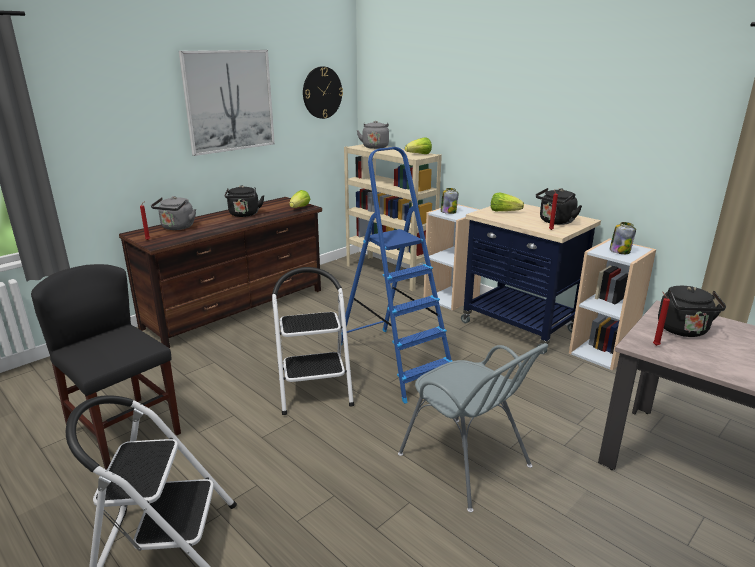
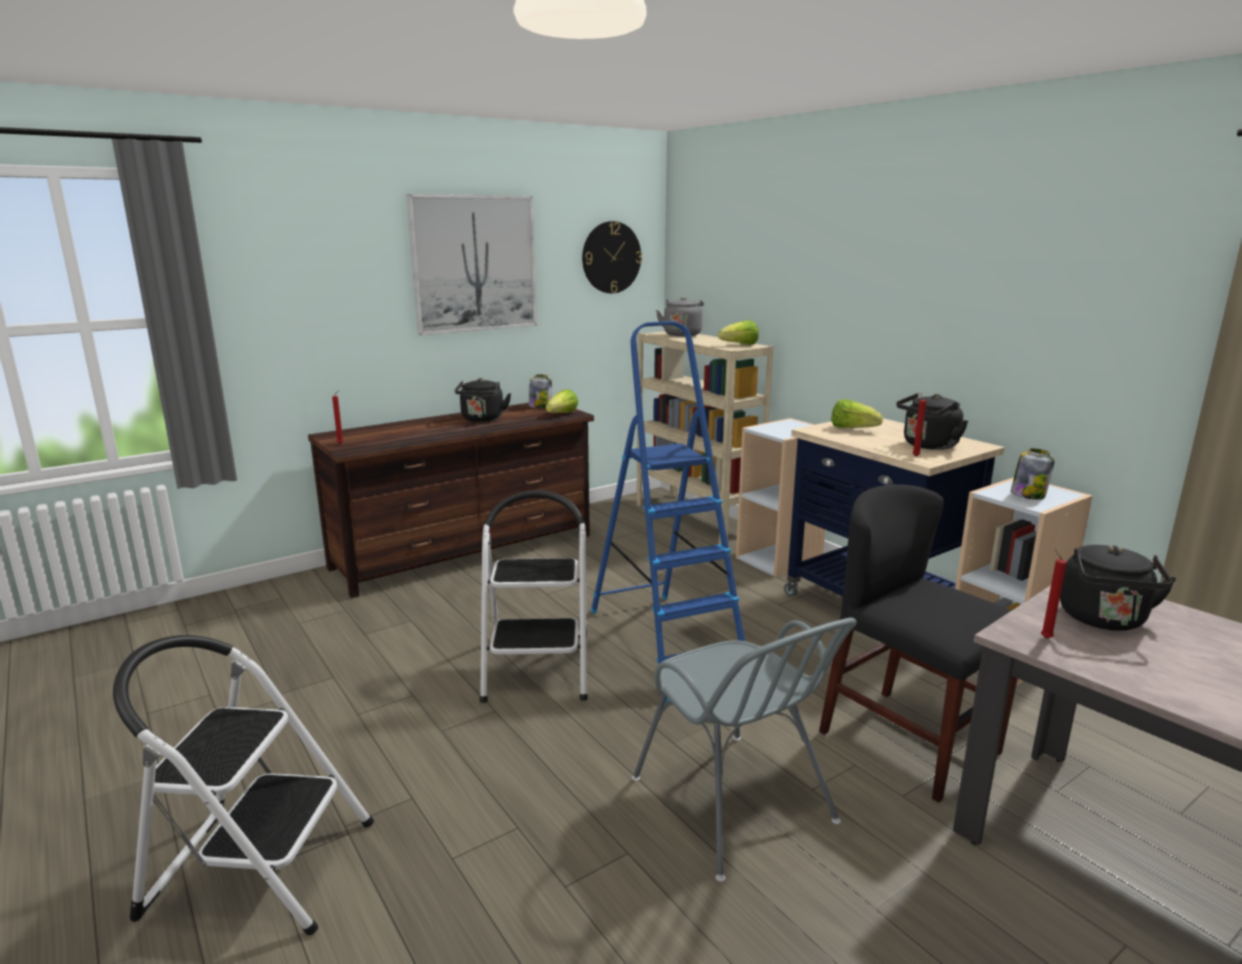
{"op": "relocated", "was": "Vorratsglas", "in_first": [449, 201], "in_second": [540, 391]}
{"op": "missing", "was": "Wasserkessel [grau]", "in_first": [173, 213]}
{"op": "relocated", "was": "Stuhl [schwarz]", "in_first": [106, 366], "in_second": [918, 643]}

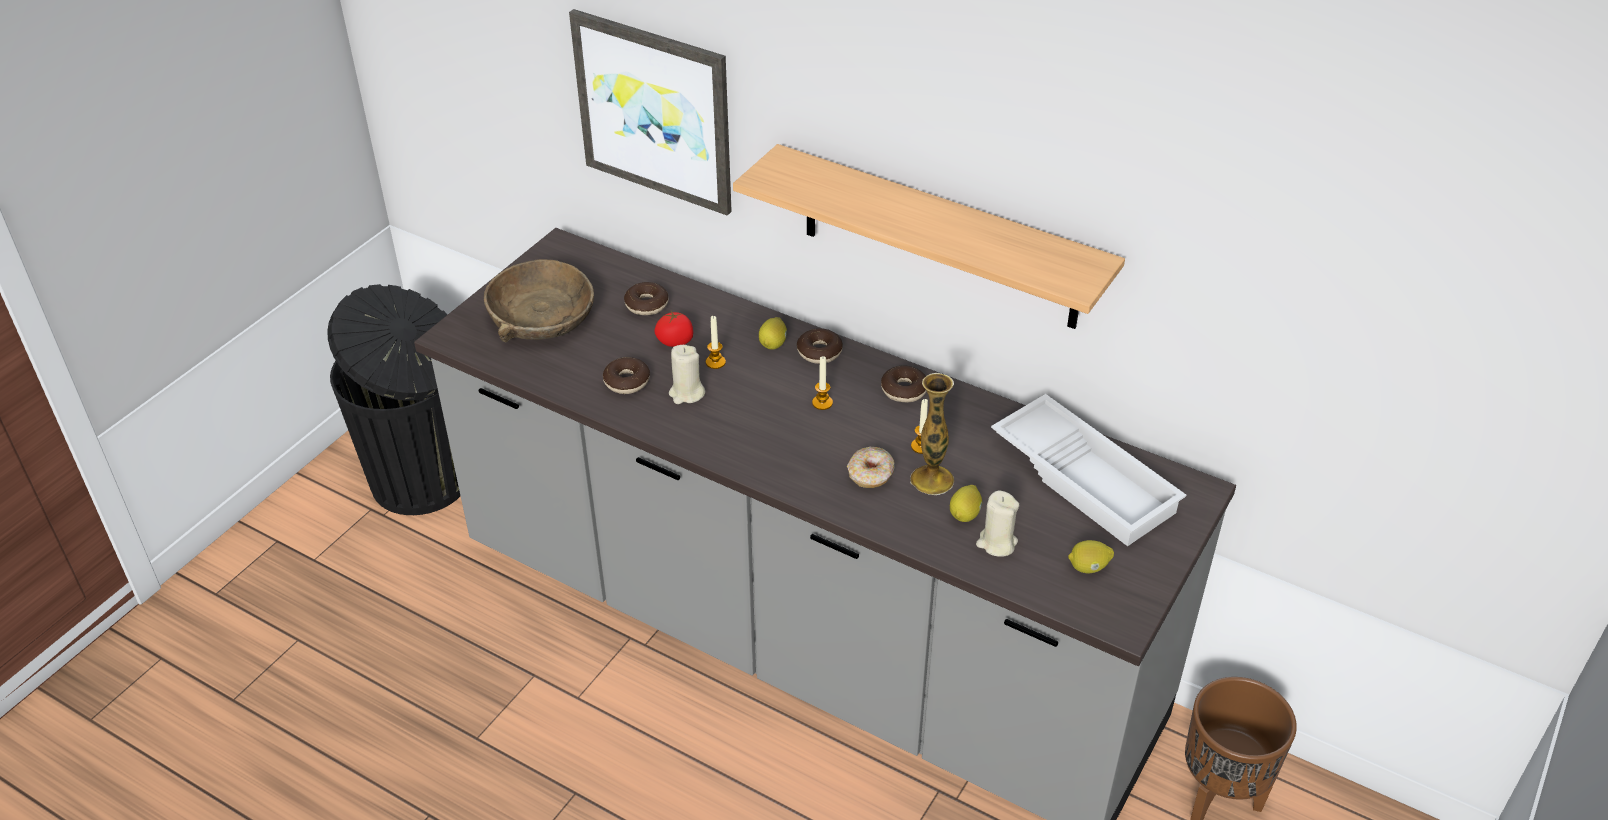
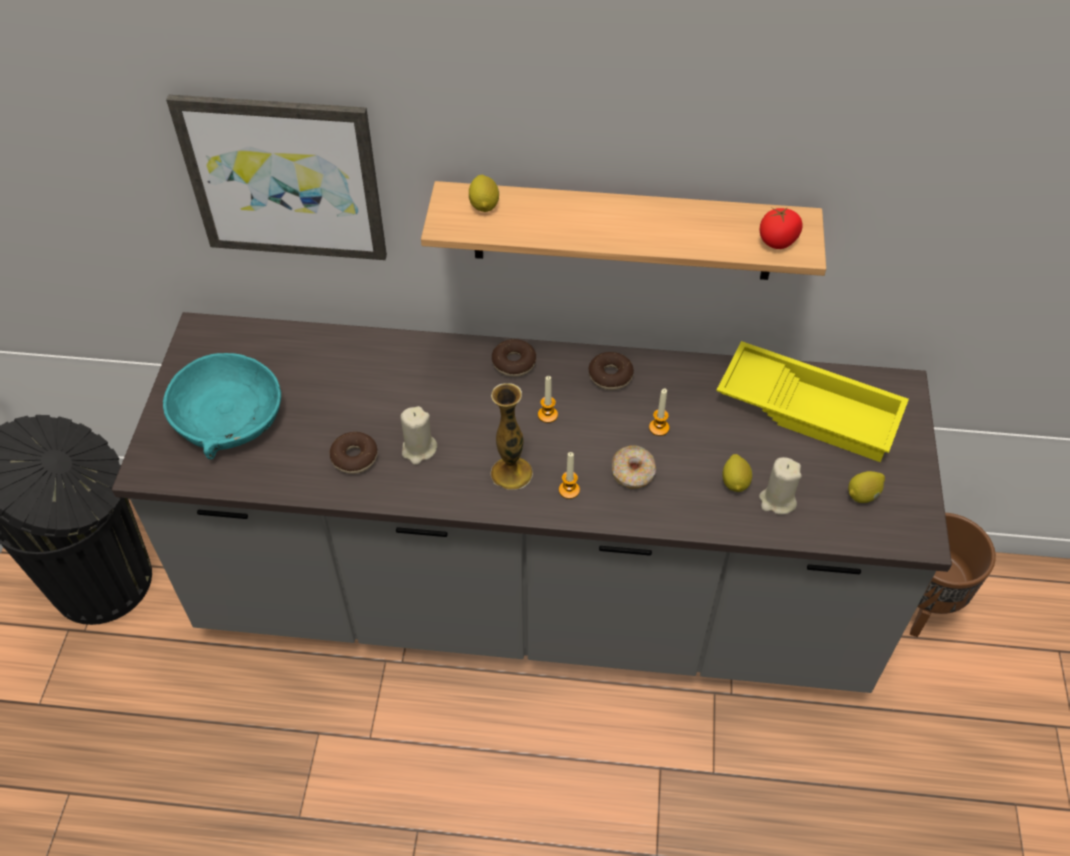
{"op": "colour", "was": "Schüssel [braun]", "now": "Schüssel [türkis]", "in_first": [539, 300], "in_second": [222, 406]}
{"op": "missing", "was": "Donut", "in_first": [646, 298]}
{"op": "relocated", "was": "Tomate", "in_first": [674, 329], "in_second": [781, 228]}
{"op": "relocated", "was": "Kerze", "in_first": [716, 342], "in_second": [569, 475]}
{"op": "relocated", "was": "Zitrone", "in_first": [773, 333], "in_second": [484, 193]}
{"op": "relocated", "was": "Vase", "in_first": [932, 434], "in_second": [512, 436]}
{"op": "colour", "was": "Tablett [weiß]", "now": "Tablett [gelb]", "in_first": [1088, 470], "in_second": [812, 401]}

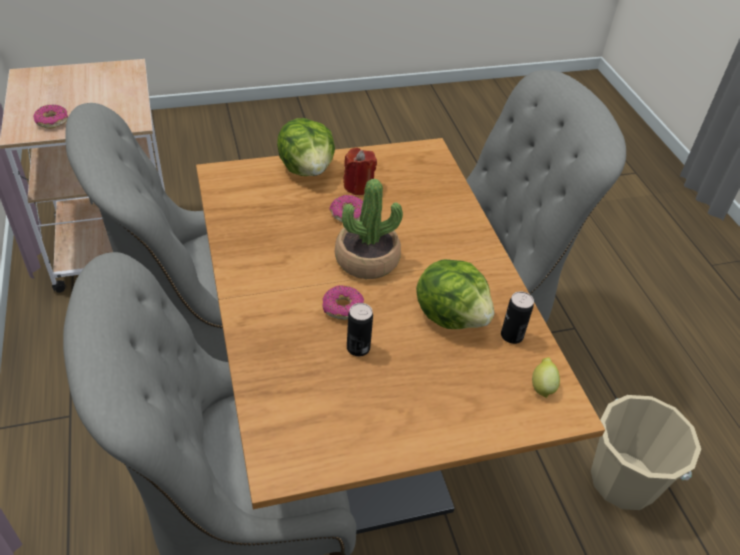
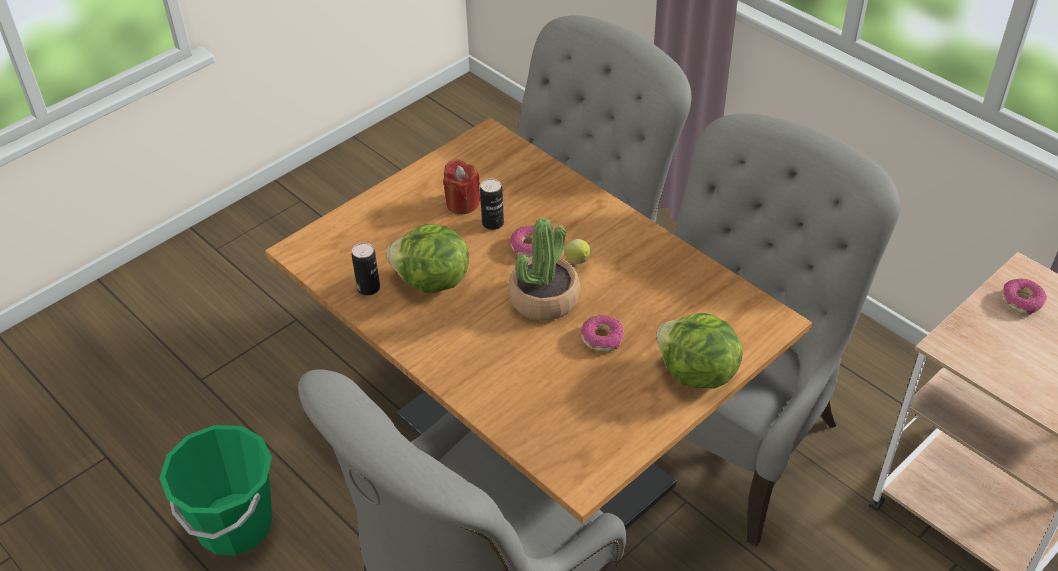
{"op": "relocated", "was": "Kerze [rot]", "in_first": [360, 171], "in_second": [462, 186]}
{"op": "relocated", "was": "Zitrone", "in_first": [546, 377], "in_second": [578, 251]}
{"op": "colour", "was": "Eimer [beige]", "now": "Eimer [grün]", "in_first": [646, 452], "in_second": [215, 490]}

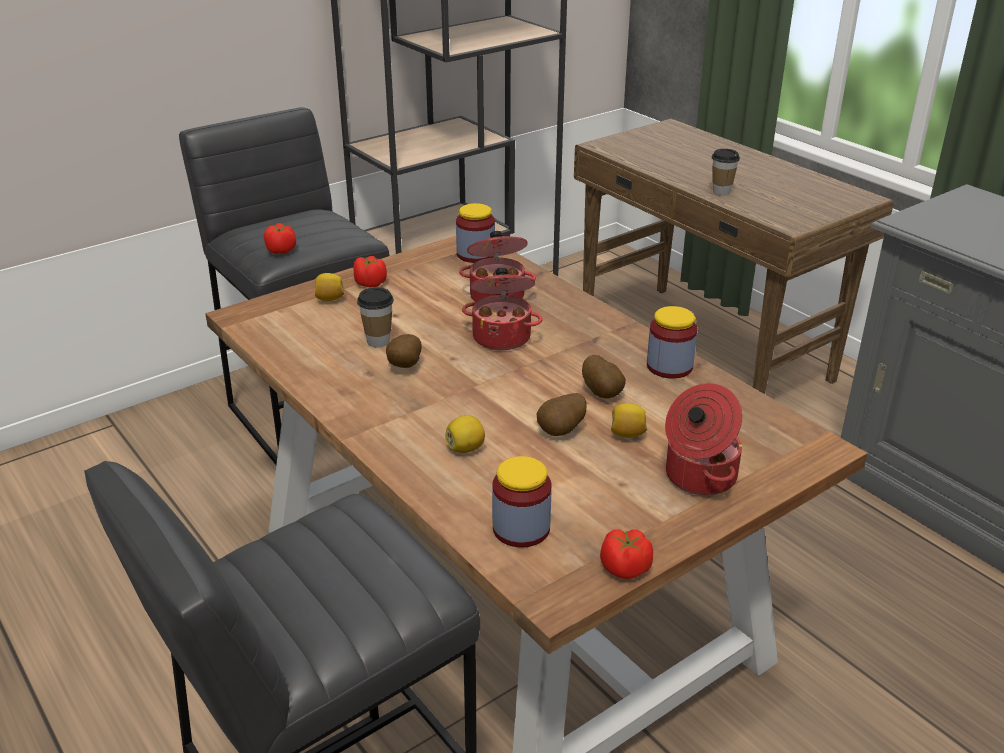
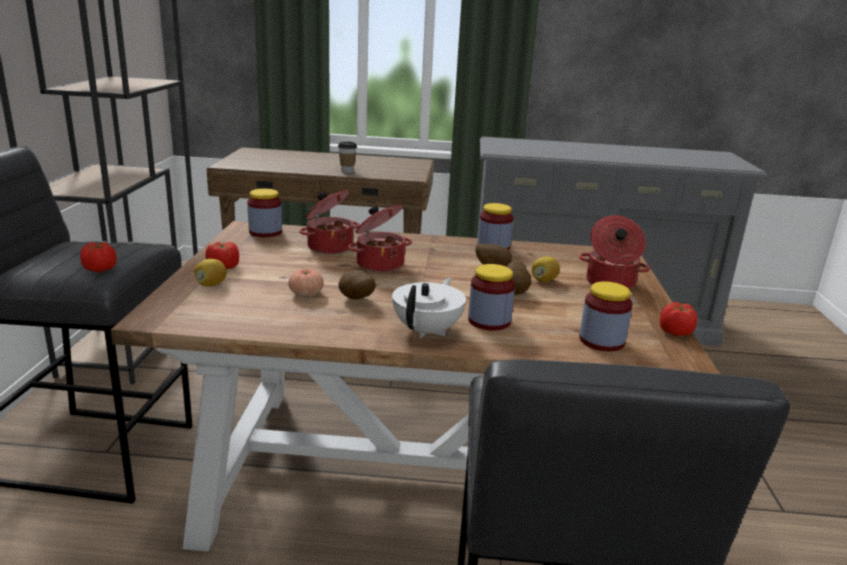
{"op": "exchanged", "was": "Tasse", "now": "Tomate", "in_first": [375, 317], "in_second": [306, 283]}
{"op": "exchanged", "was": "Zitrone", "now": "Vorratsglas", "in_first": [465, 434], "in_second": [491, 297]}
{"op": "appeared", "now": "Teekanne [weiß]", "in_second": [429, 307]}

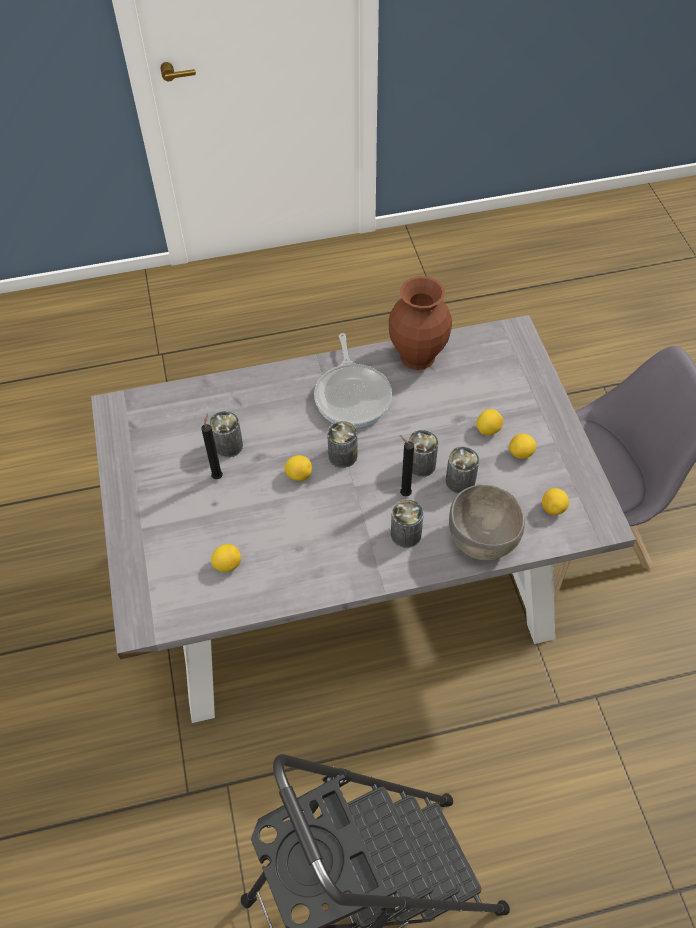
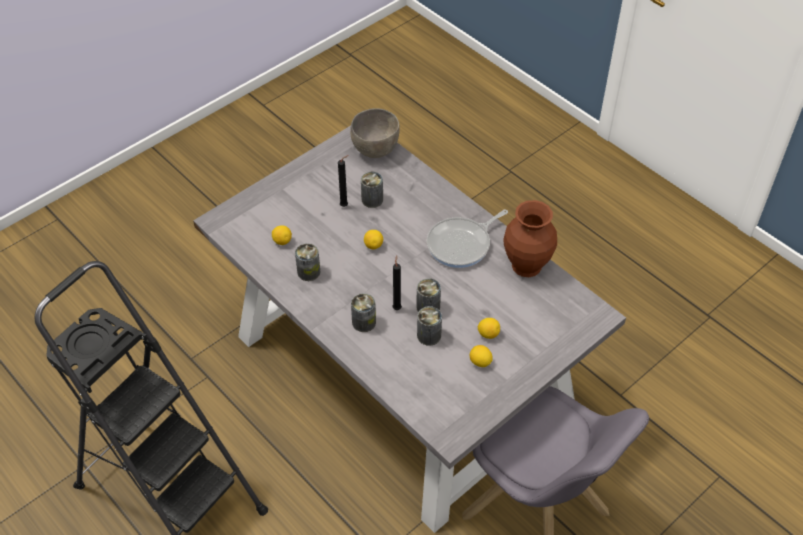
{"op": "relocated", "was": "Dose", "in_first": [342, 444], "in_second": [307, 262]}
{"op": "relocated", "was": "Schüssel [grau]", "in_first": [487, 522], "in_second": [375, 133]}
{"op": "missing", "was": "Zitrone", "in_first": [555, 501]}

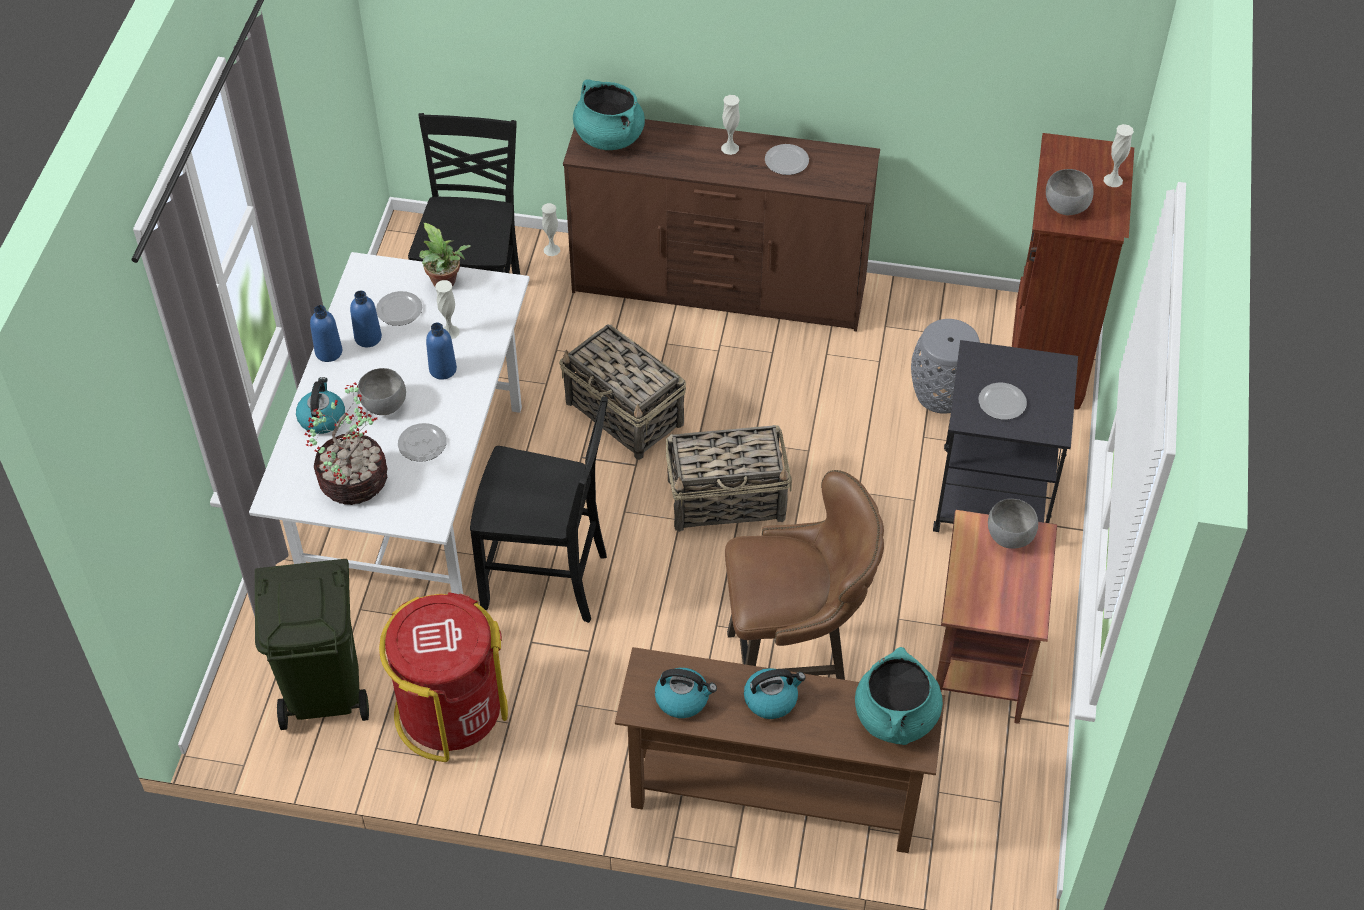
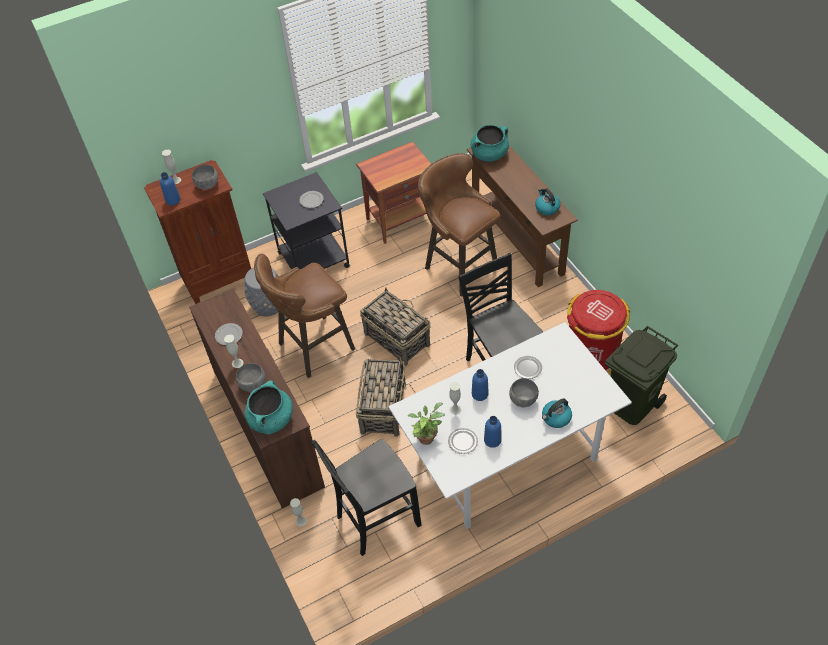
{"op": "relocated", "was": "Flasche [blau]", "in_first": [326, 333], "in_second": [170, 188]}
{"op": "missing", "was": "Topfpflanze", "in_first": [346, 443]}
{"op": "relocated", "was": "Schüssel [grau]", "in_first": [1013, 524], "in_second": [250, 377]}
{"op": "missing", "was": "Wasserkessel", "in_first": [775, 693]}
{"op": "appeared", "now": "Hocker [braun]", "in_second": [304, 316]}

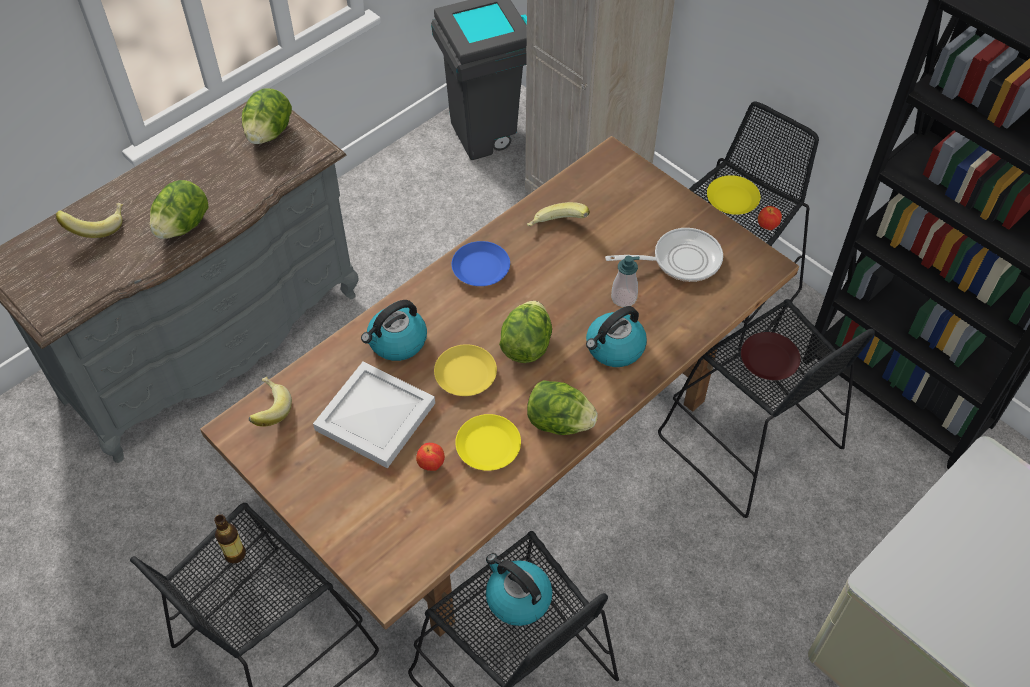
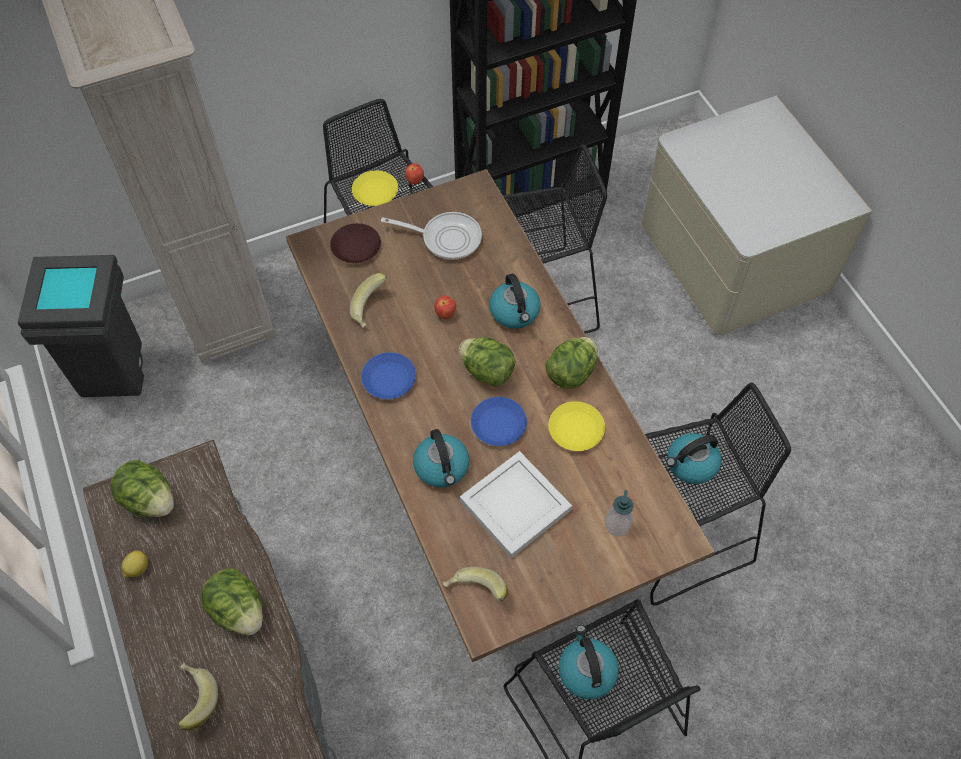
{"op": "spun", "was": "Pfanne", "in_first": [664, 255], "in_second": [431, 236], "clockwise": 90}
{"op": "relocated", "was": "Seifenspender", "in_first": [625, 281], "in_second": [619, 513]}
{"op": "relocated", "was": "Teller [braun]", "in_first": [771, 356], "in_second": [355, 243]}
{"op": "colour", "was": "Teller [gelb]", "now": "Teller [blau]", "in_first": [465, 370], "in_second": [499, 421]}
{"op": "relocated", "was": "Apfel", "in_first": [430, 457], "in_second": [445, 307]}
{"op": "exchanged", "was": "Flasche", "now": "Wasserkessel", "in_first": [230, 539], "in_second": [588, 662]}
{"op": "appeared", "now": "Zitrone", "in_second": [134, 564]}

